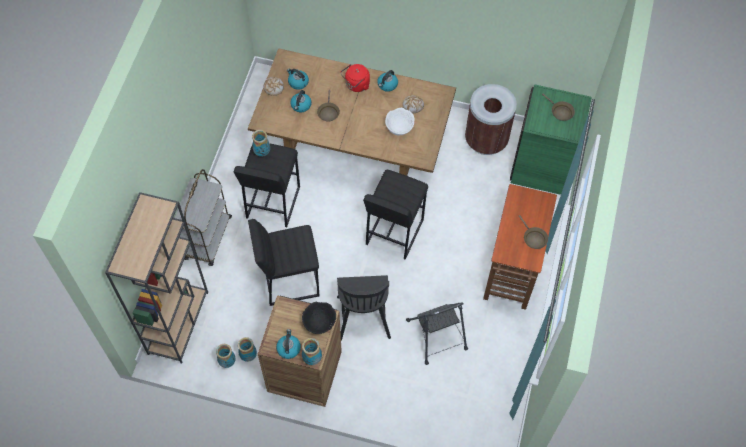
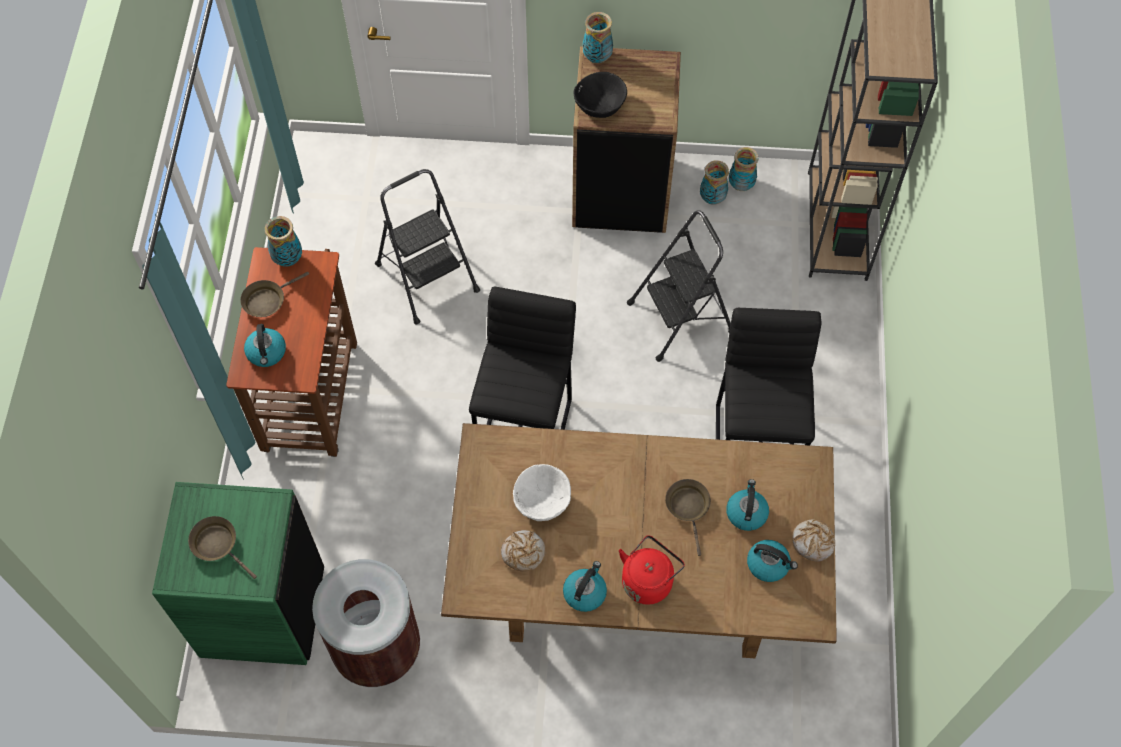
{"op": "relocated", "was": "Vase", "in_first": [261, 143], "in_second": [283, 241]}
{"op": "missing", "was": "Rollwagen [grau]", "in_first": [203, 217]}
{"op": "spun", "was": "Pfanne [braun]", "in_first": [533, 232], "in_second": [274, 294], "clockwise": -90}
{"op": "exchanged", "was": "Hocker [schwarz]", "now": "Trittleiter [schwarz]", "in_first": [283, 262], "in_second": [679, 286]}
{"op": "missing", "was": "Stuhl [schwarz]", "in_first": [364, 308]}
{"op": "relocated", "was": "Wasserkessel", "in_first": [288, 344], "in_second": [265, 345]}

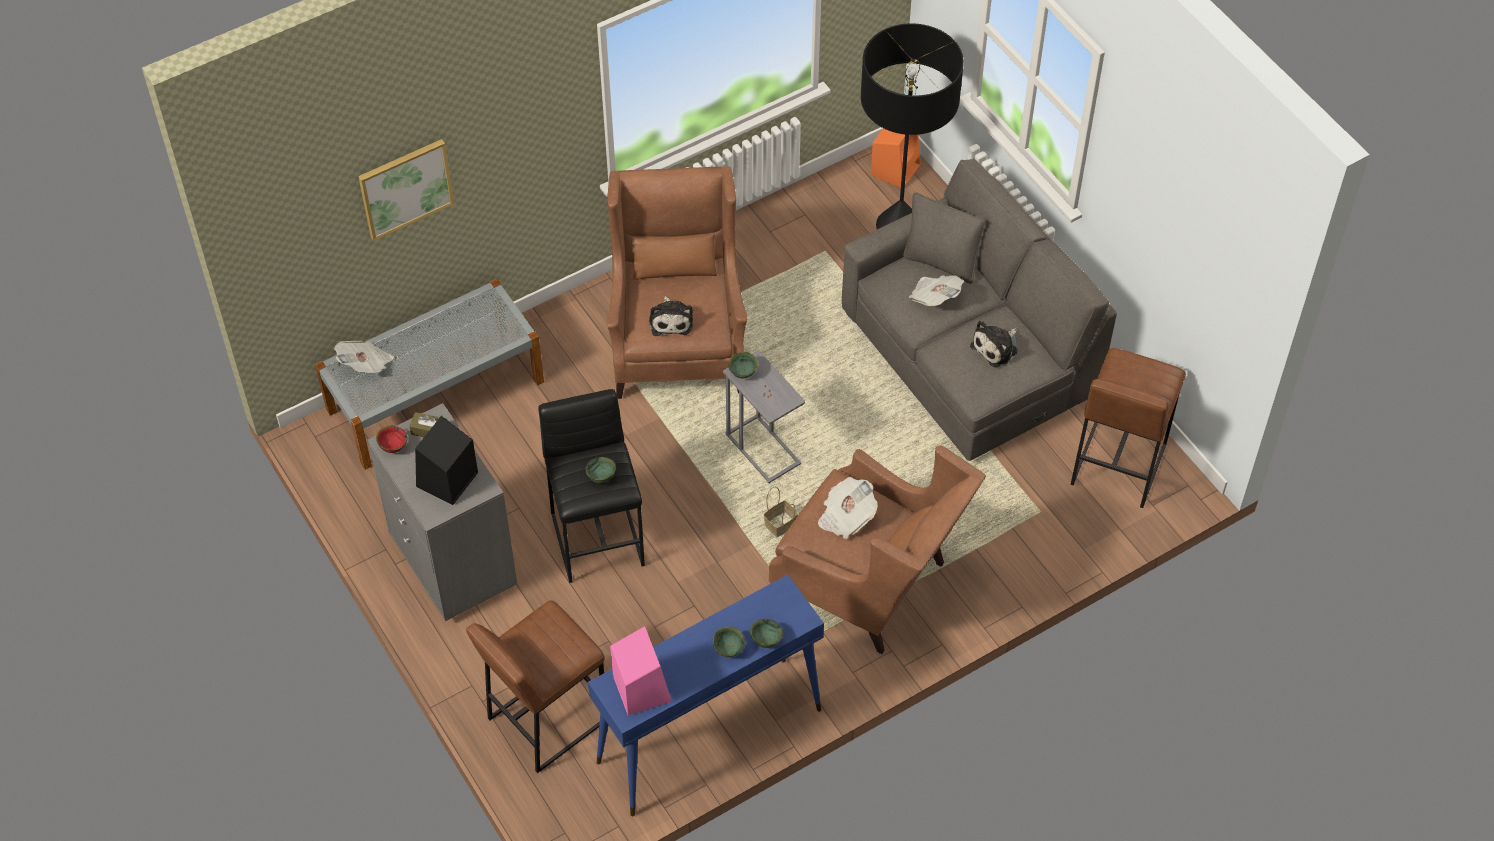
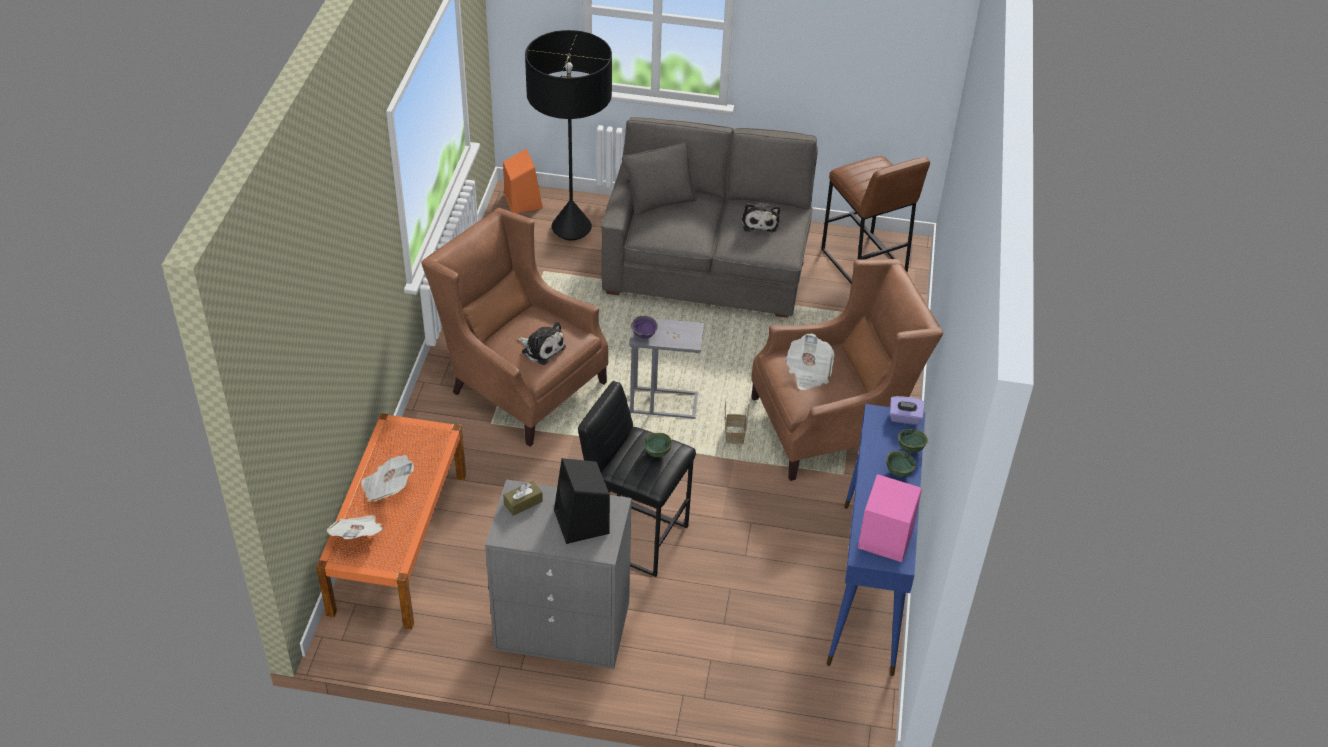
{"op": "missing", "was": "Bild", "in_first": [406, 190]}
{"op": "relocated", "was": "Zeitung", "in_first": [936, 290], "in_second": [387, 478]}
{"op": "colour", "was": "Bank [grau]", "now": "Bank [orange]", "in_first": [429, 374], "in_second": [391, 521]}
{"op": "colour", "was": "Schüssel [grün]", "now": "Schüssel [lila]", "in_first": [743, 365], "in_second": [644, 327]}
{"op": "missing", "was": "Schüssel [rot]", "in_first": [392, 439]}
{"op": "missing", "was": "Hocker [braun]", "in_first": [535, 686]}
{"op": "appeared", "now": "Taschentuchbox [lila]", "in_second": [907, 410]}

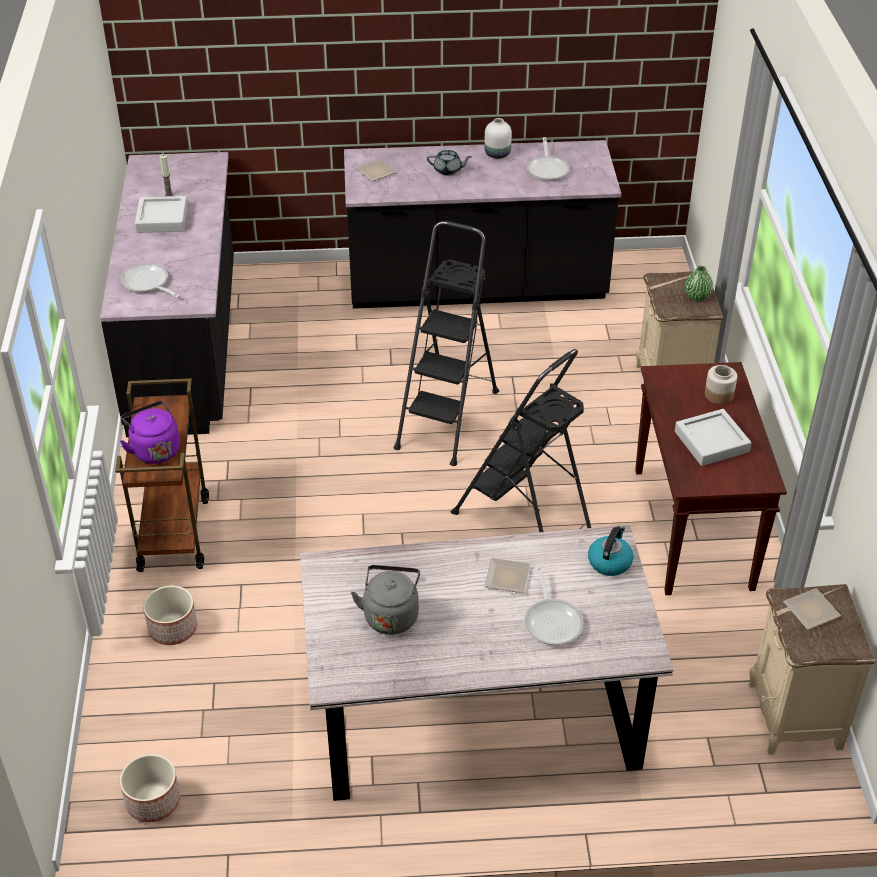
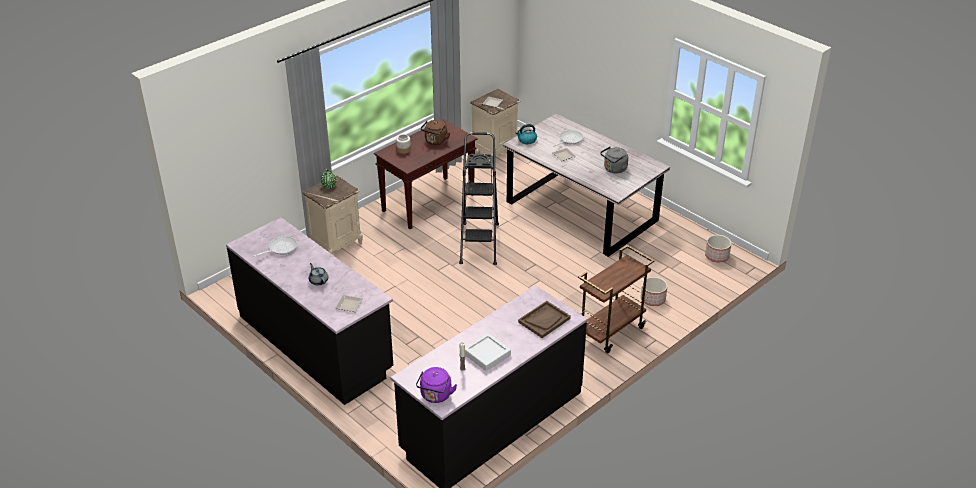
{"op": "missing", "was": "Vase [weiß]", "in_first": [498, 138]}
{"op": "missing", "was": "Trittleiter", "in_first": [446, 343]}
{"op": "exchanged", "was": "Pfanne", "now": "Tablett [braun]", "in_first": [150, 280], "in_second": [544, 319]}
{"op": "relocated", "was": "Wasserkessel [lila]", "in_first": [150, 432], "in_second": [436, 385]}
{"op": "exchanged", "was": "Tablett [grau]", "now": "Wasserkessel [braun]", "in_first": [713, 437], "in_second": [436, 132]}

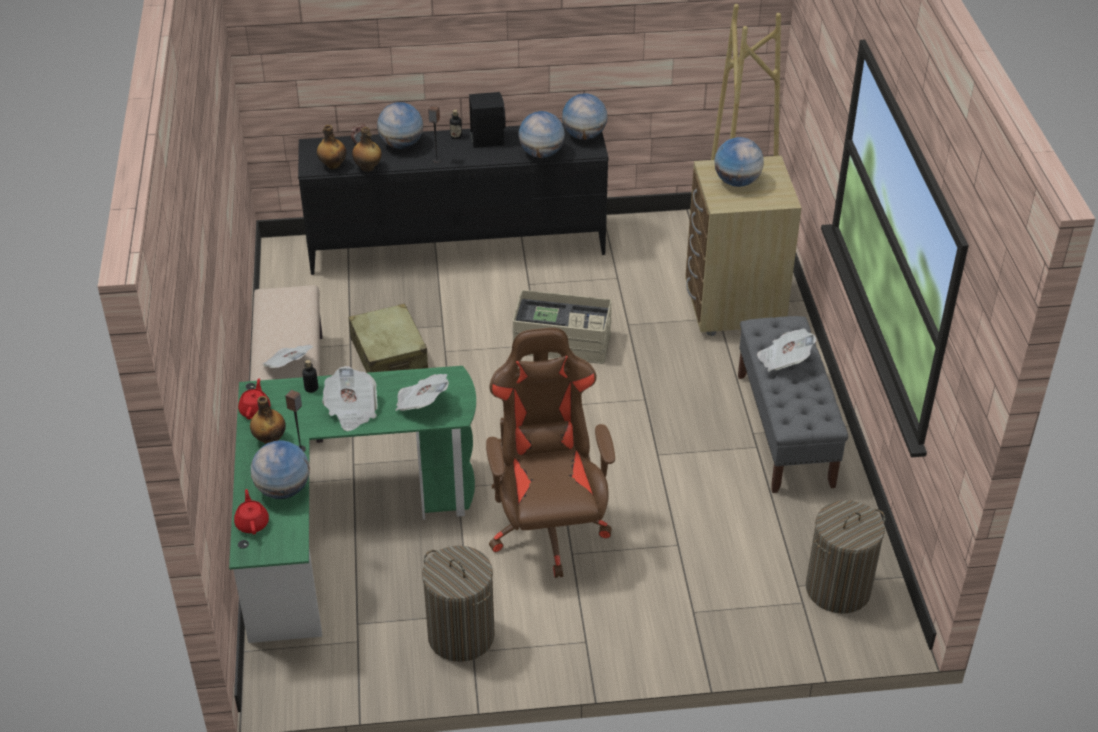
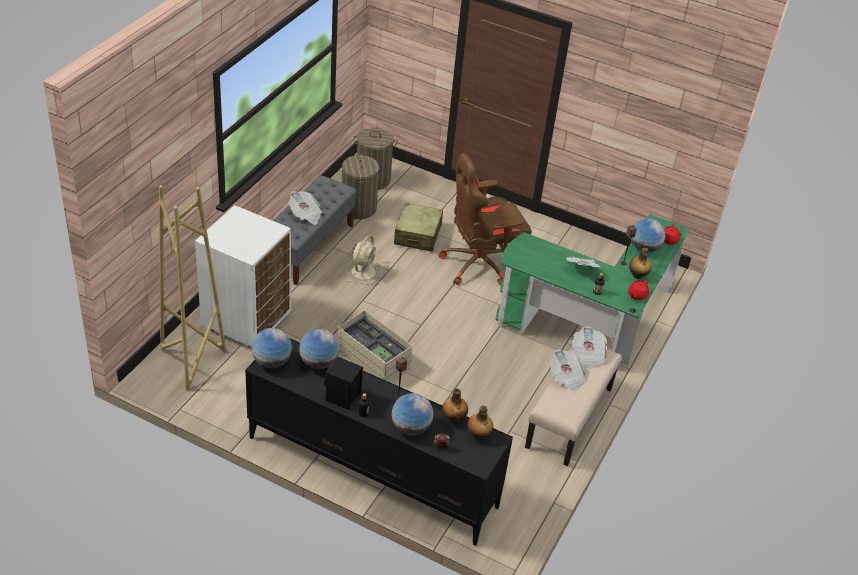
{"op": "missing", "was": "Globus", "in_first": [739, 162]}
{"op": "colour", "was": "Kommode [braun]", "now": "Kommode [weiß]", "in_first": [743, 246], "in_second": [243, 276]}
{"op": "relocated", "was": "Koffer [beige]", "in_first": [388, 338], "in_second": [418, 227]}
{"op": "spun", "was": "Bürostuhl [braun]", "in_first": [550, 453], "in_second": [485, 219], "clockwise": 45}
{"op": "relocated", "was": "Zeitung", "in_first": [422, 392], "in_second": [568, 371]}
{"op": "relocated", "was": "Wäschekorb", "in_first": [458, 604], "in_second": [360, 186]}
{"op": "appeared", "now": "Ventilator [beige]", "in_second": [364, 259]}

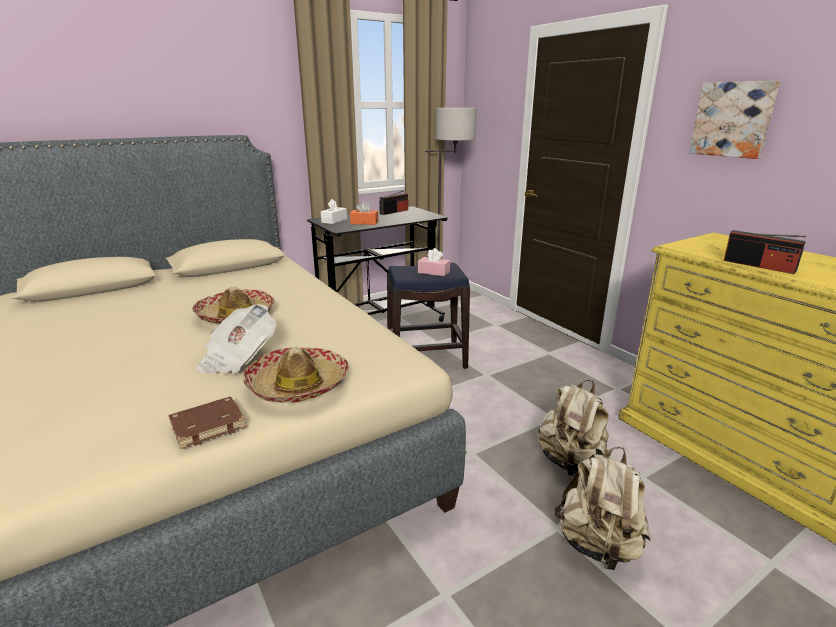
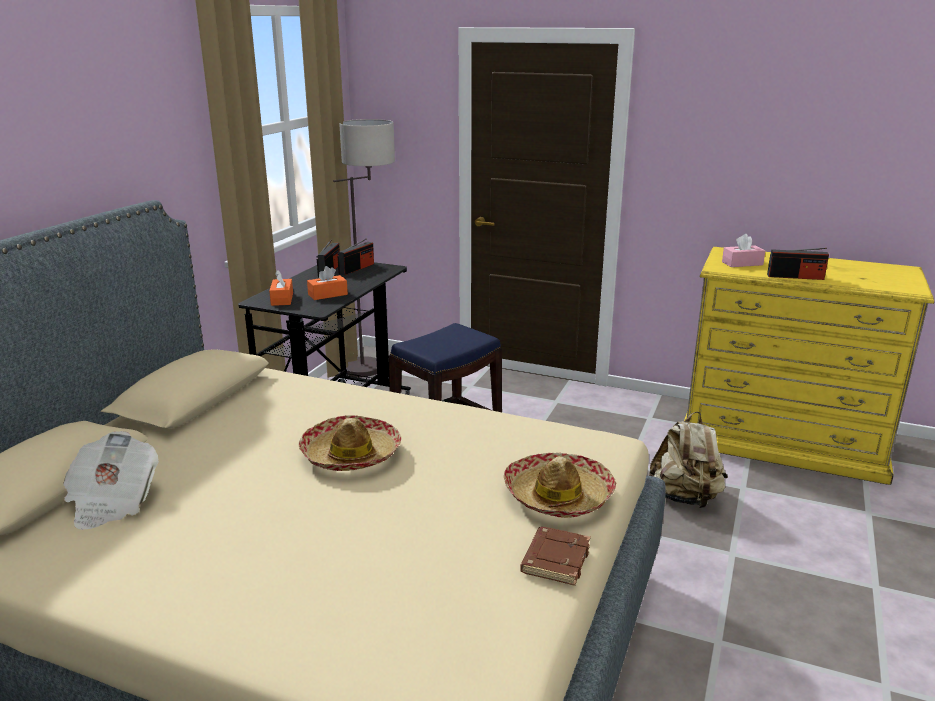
{"op": "missing", "was": "Bild", "in_first": [734, 120]}
{"op": "colour", "was": "Taschentuchbox [weiß]", "now": "Taschentuchbox [orange]", "in_first": [334, 211], "in_second": [281, 288]}
{"op": "relocated", "was": "Taschentuchbox [rosa]", "in_first": [434, 262], "in_second": [743, 250]}
{"op": "relocated", "was": "Zeitung", "in_first": [236, 338], "in_second": [111, 480]}
{"op": "missing", "was": "Rucksack [beige]", "in_first": [603, 508]}
{"op": "appeared", "now": "Radio", "in_second": [356, 256]}

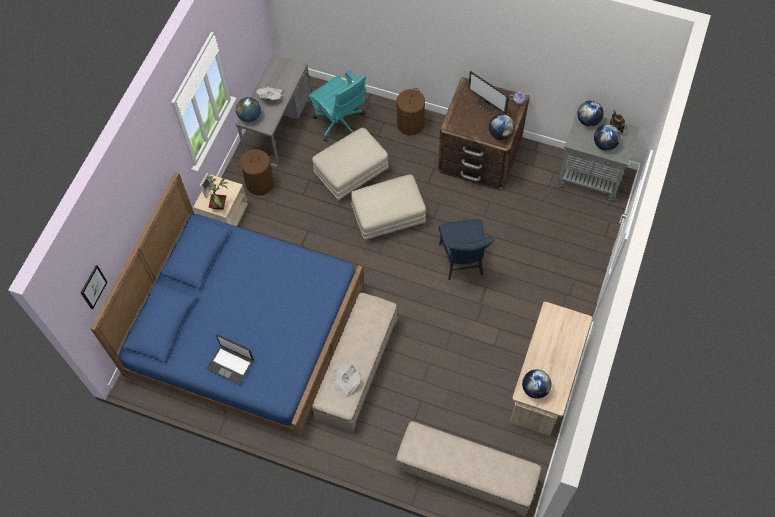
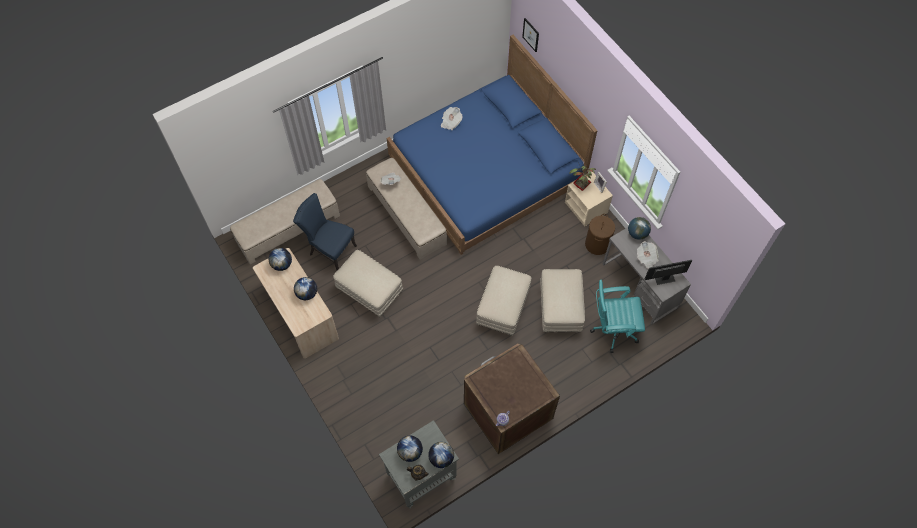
{"op": "relocated", "was": "Monitor", "in_first": [488, 92], "in_second": [668, 272]}
{"op": "missing", "was": "Wäschekorb [braun]", "in_first": [411, 111]}
{"op": "relocated", "was": "Globus", "in_first": [502, 127], "in_second": [305, 288]}
{"op": "relocated", "was": "Stuhl [blau]", "in_first": [466, 249], "in_second": [325, 232]}
{"op": "exchanged", "was": "Laptop", "now": "Zeitung", "in_first": [230, 359], "in_second": [452, 118]}
{"op": "appeared", "now": "Polsterhocker [beige]", "in_second": [368, 283]}

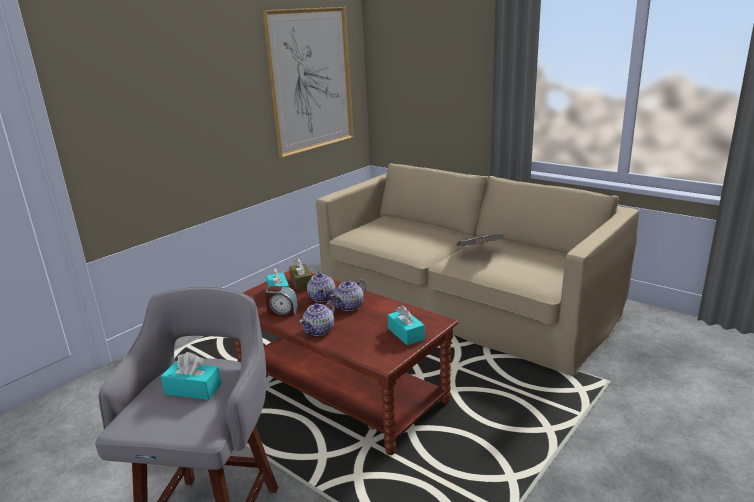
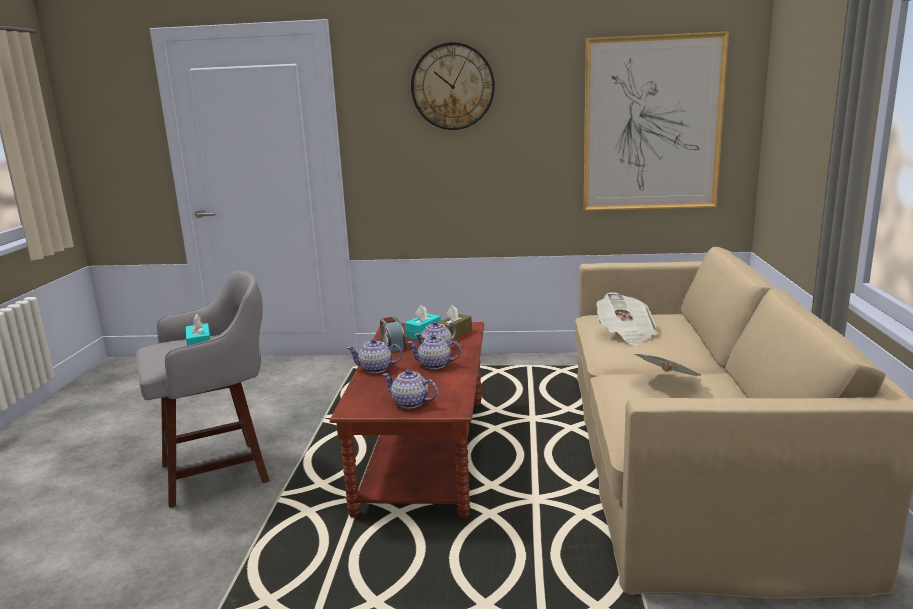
{"op": "exchanged", "was": "Taschentuchbox [türkis]", "now": "Teekanne", "in_first": [406, 325], "in_second": [410, 389]}
{"op": "appeared", "now": "Wanduhr", "in_second": [453, 86]}
{"op": "appeared", "now": "Zeitung", "in_second": [627, 318]}

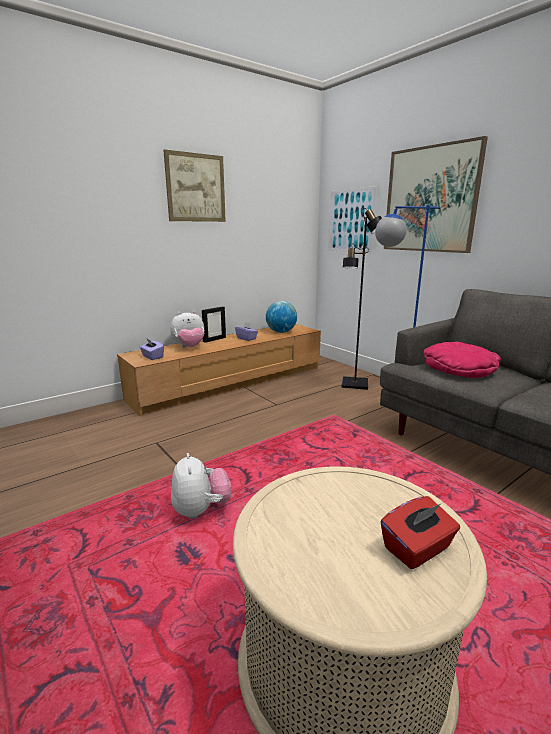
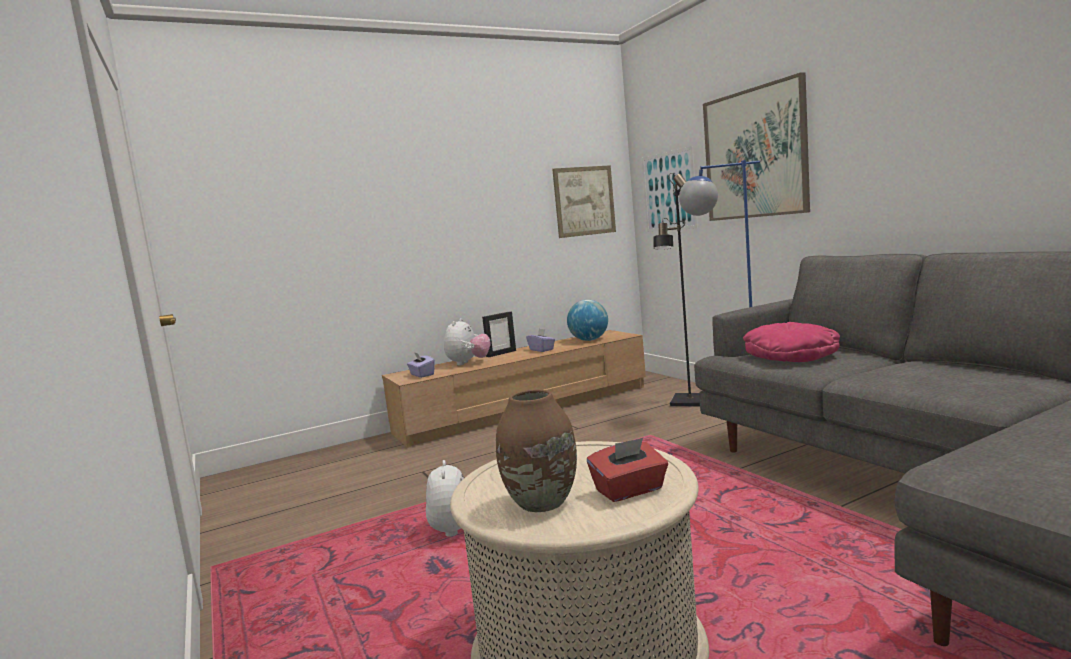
{"op": "relocated", "was": "Bild", "in_first": [194, 185], "in_second": [584, 201]}
{"op": "spun", "was": "Plüschtier", "in_first": [187, 329], "in_second": [467, 342], "clockwise": -60}
{"op": "appeared", "now": "Vase [braun]", "in_second": [536, 451]}

